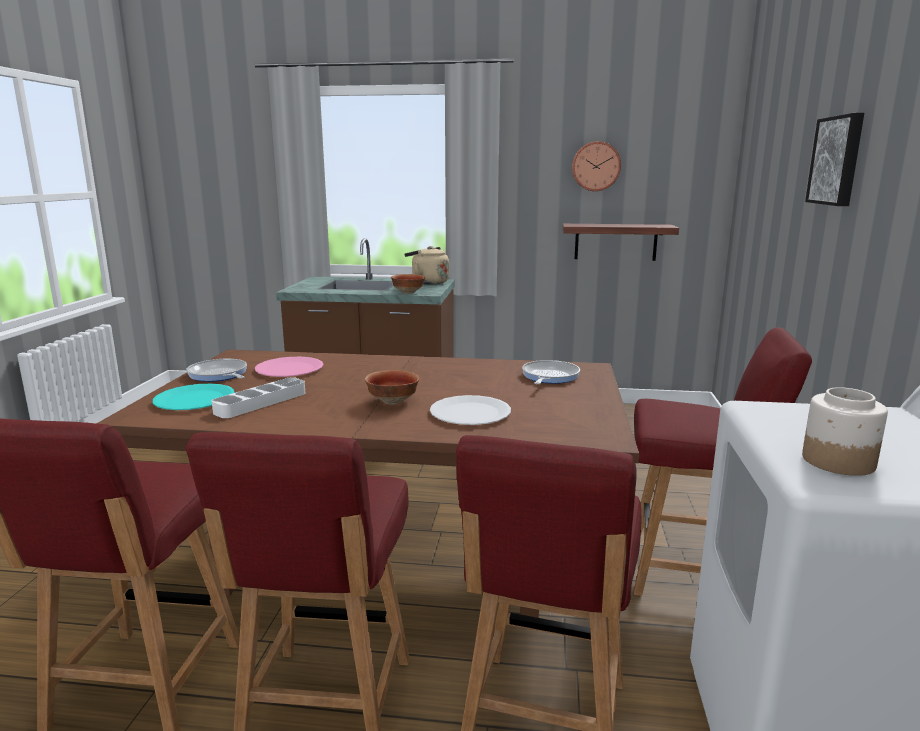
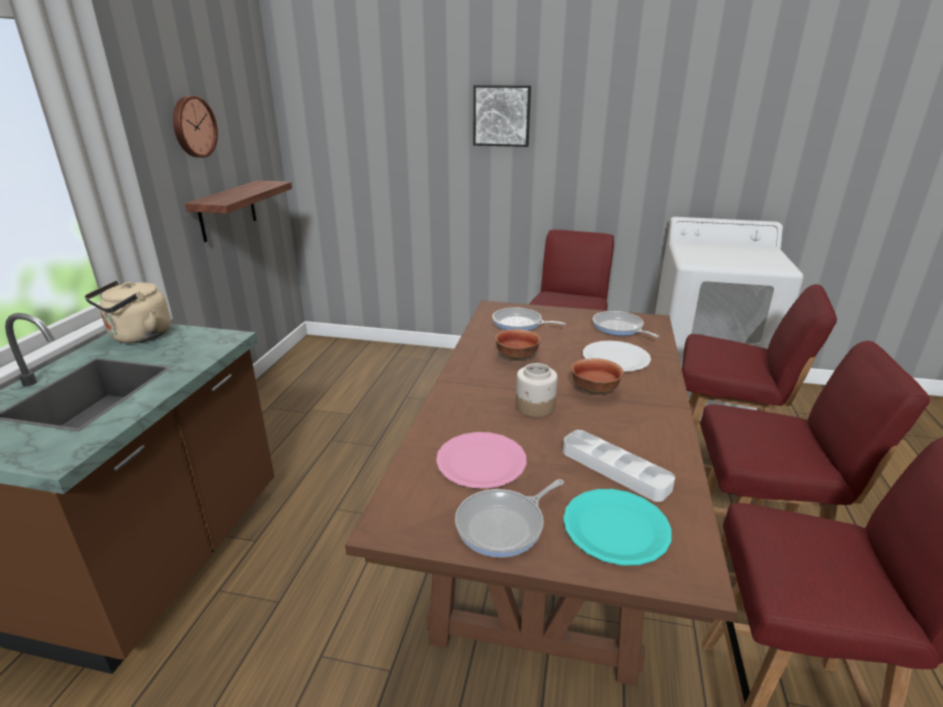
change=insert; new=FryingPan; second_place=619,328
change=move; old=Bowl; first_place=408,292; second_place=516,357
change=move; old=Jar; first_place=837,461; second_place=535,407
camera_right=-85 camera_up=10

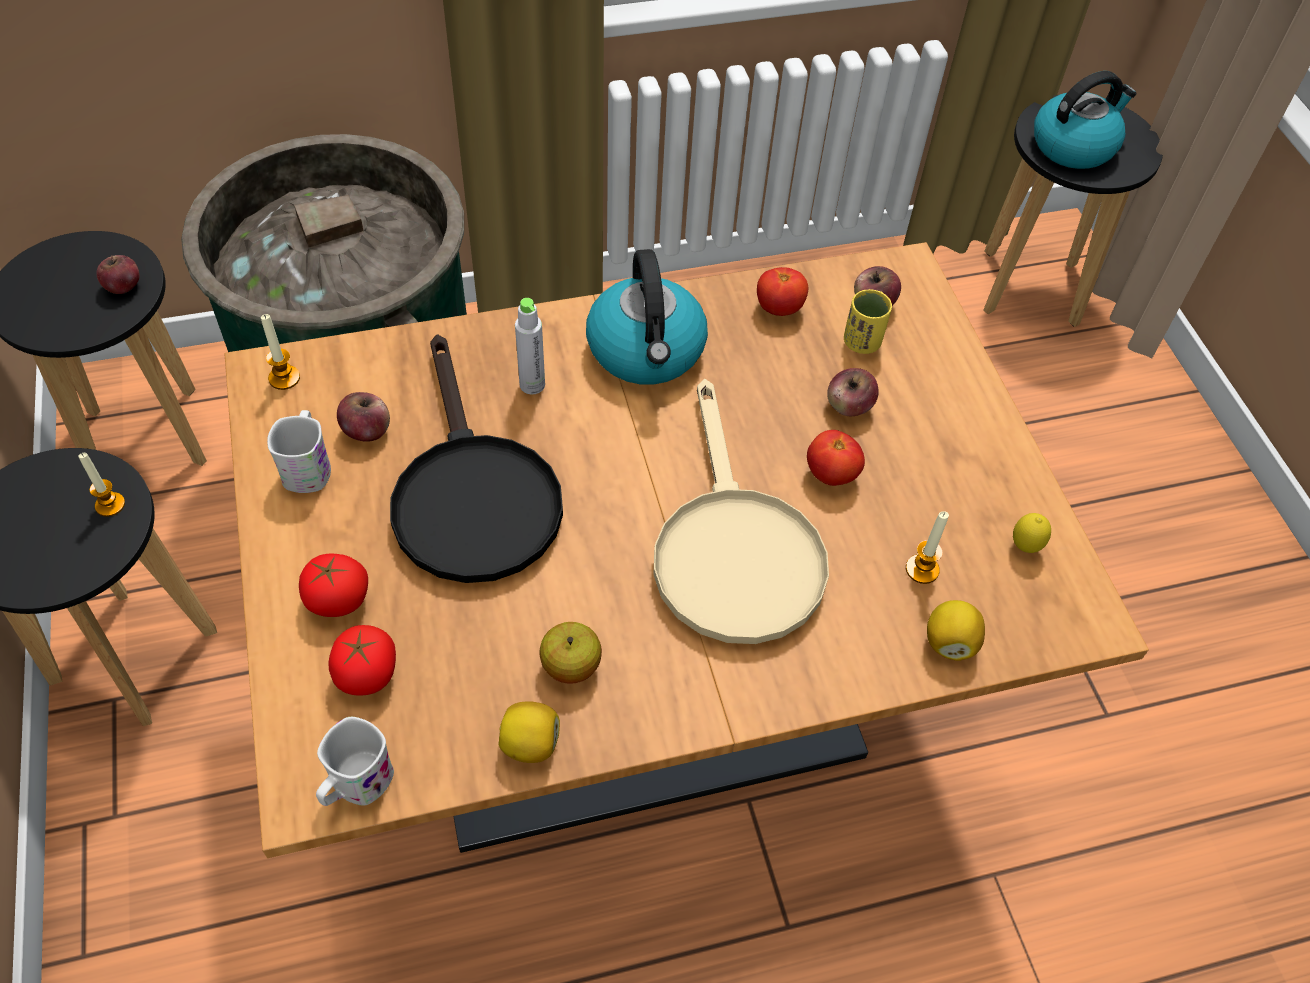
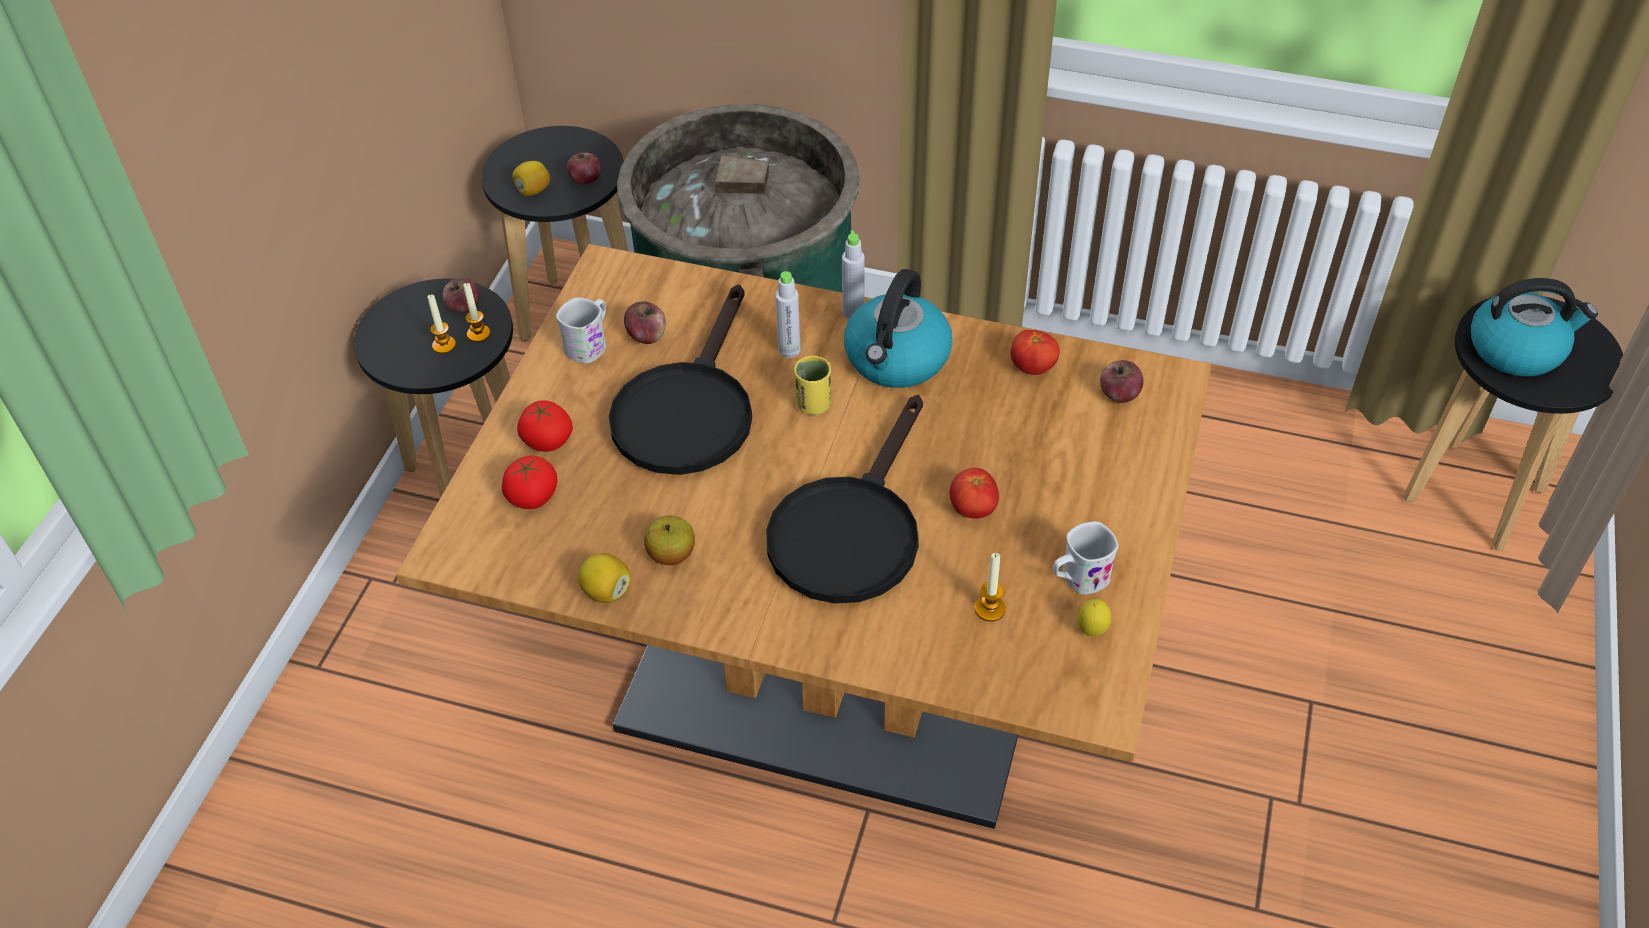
change=insert; new=GreyBottle; second_place=853,312
change=move; old=Candle; first_place=284,378; second_place=444,345
change=move; old=WhiteMug; first_place=355,786; second_place=1078,579
change=move; old=Apple; first_place=849,406; second_place=463,307
change=move; old=YellowCup; first_place=862,342; second_place=813,404
change=move; old=Lemon; first_place=949,642; second_place=533,190
change=recolor; old=BeigeFryingPan; new=BlackFryingPan; first_place=732,549; second_place=850,529
camera_right=35 camera_up=-5

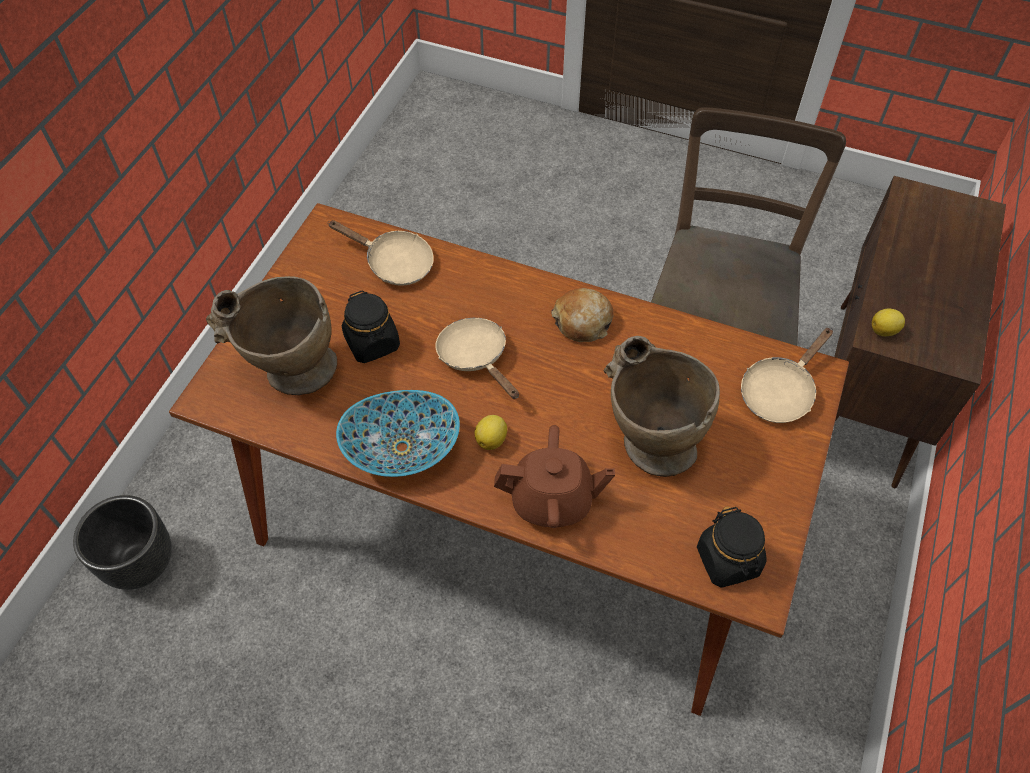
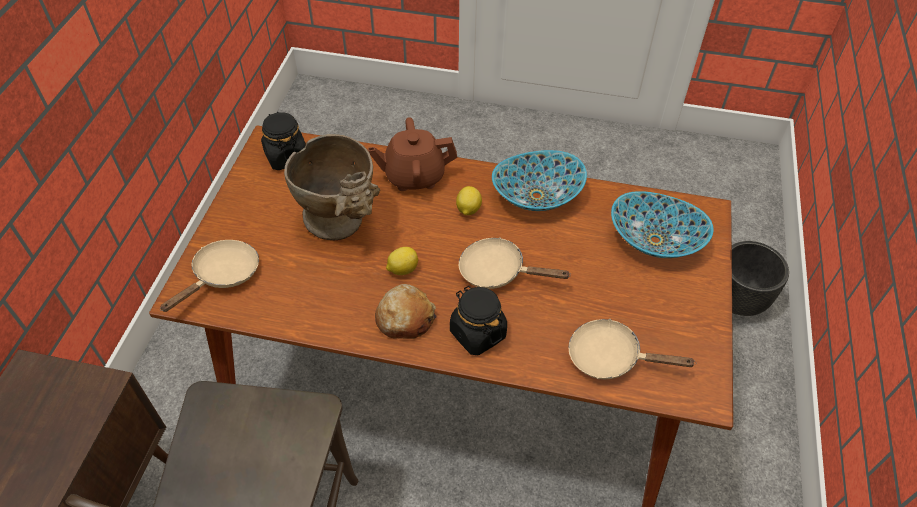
change=move; old=BlackJar; first_place=372,343; second_place=477,333
change=move; old=Lemon; first_place=884,331; second_place=402,269
change=replace; old=BeigeVase; new=Bowl; first_place=288,372; second_place=655,240
change=rotate; old=BeigeFryingPan; first_place=476,357; second_place=498,272; degrees=150
camera_right=170 camera_up=-5

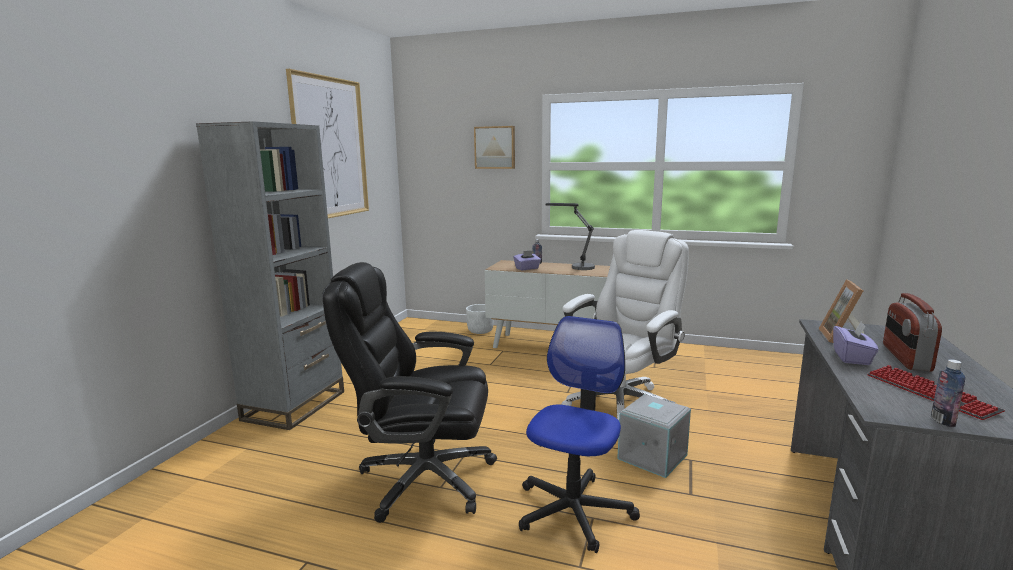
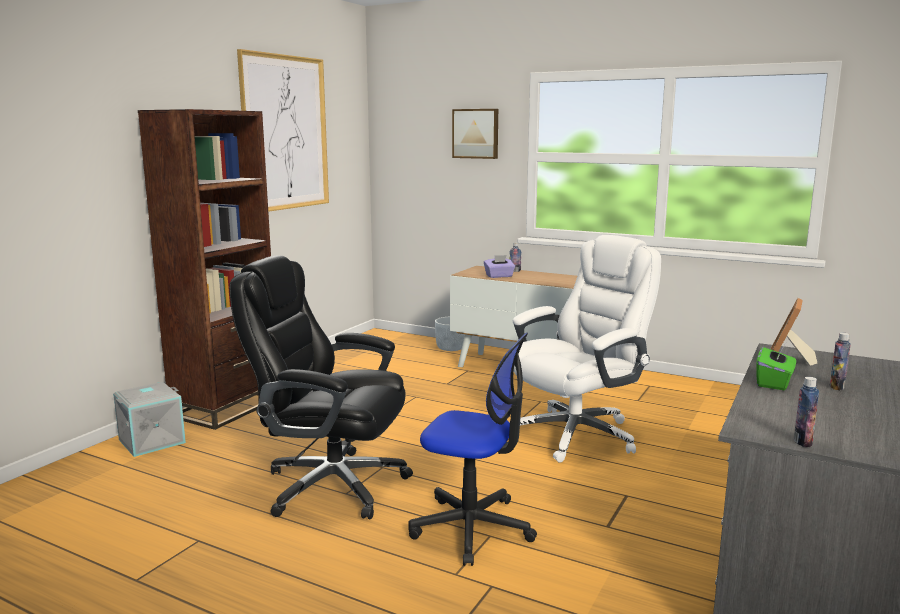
change=delete; old=TableLamp; first_place=576,267
change=delete; old=Keyboard; first_place=929,393
change=move; old=GreyStorageBox; first_place=651,456; second_place=152,440
change=replace; old=Radio; new=Bottle; first_place=905,358; second_place=836,387
change=recolor; old=GreyBookcase; new=BrownBookcase; first_place=295,405; second_place=226,407
change=recolor; old=PurpleTissueBox; new=GreenTissueBox; first_place=852,358; second_place=774,382
change=rotate; old=OfficeChair; first_place=573,511; second_place=472,528; degrees=75
camera_right=10 camera_up=0

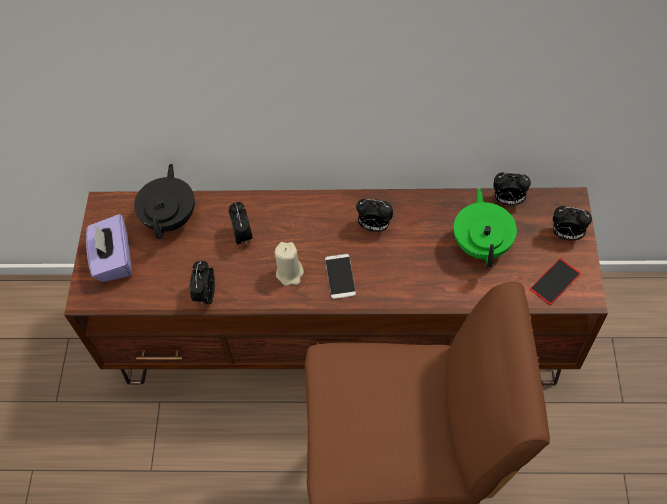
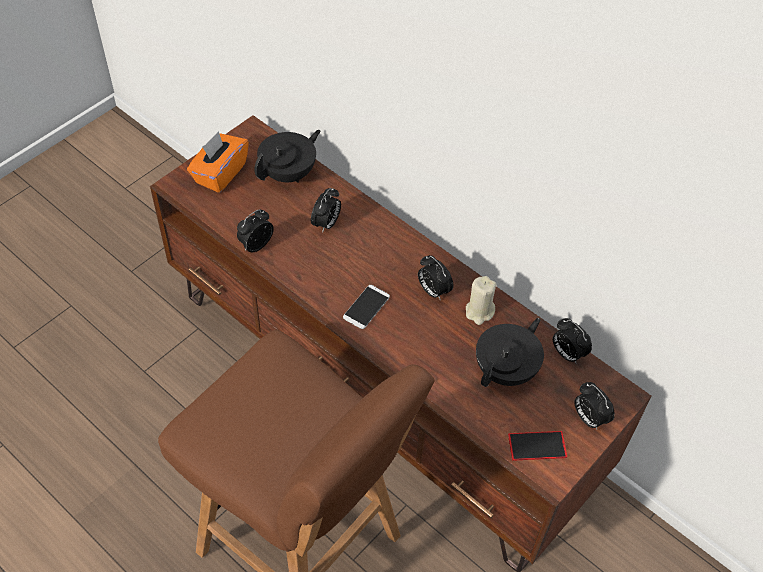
change=move; old=BeigeCandle; first_place=290,273; second_place=479,312
change=recolor; old=PurpleTissueBox; new=OrangeTissueBox; first_place=114,259; second_place=220,173
change=recolor; old=GreenTeapot; new=BlackTeapot; first_place=482,244; second_place=506,370
camera_right=35 camera_up=-5

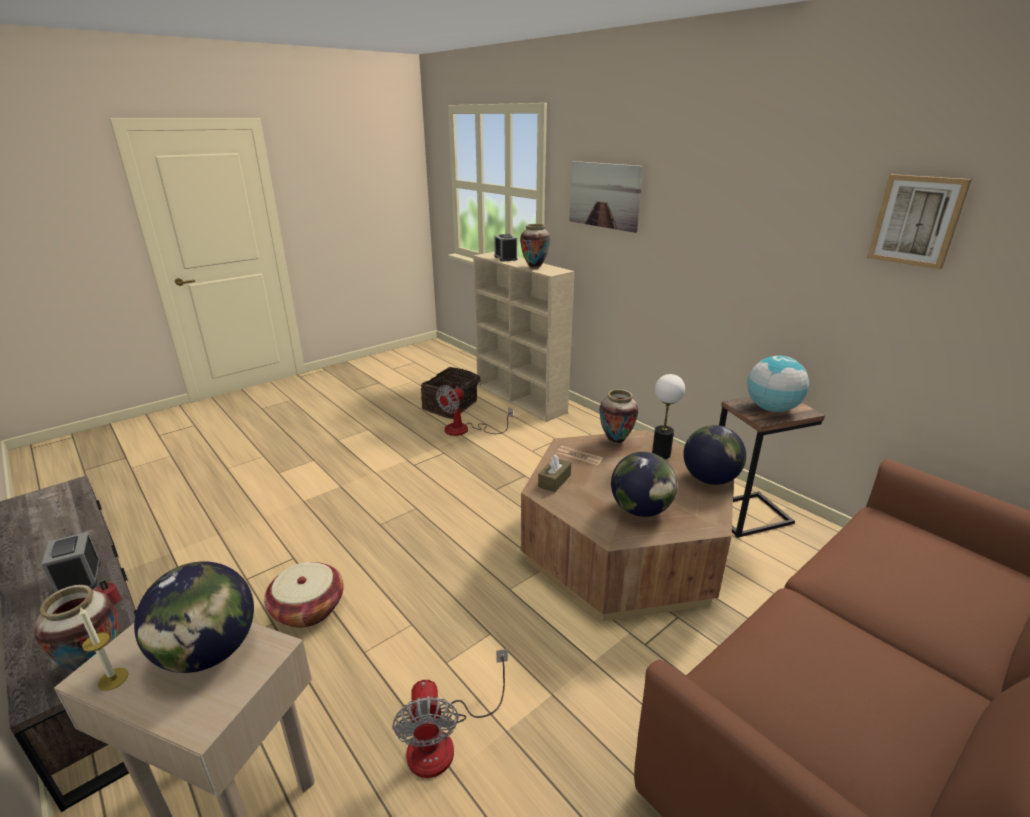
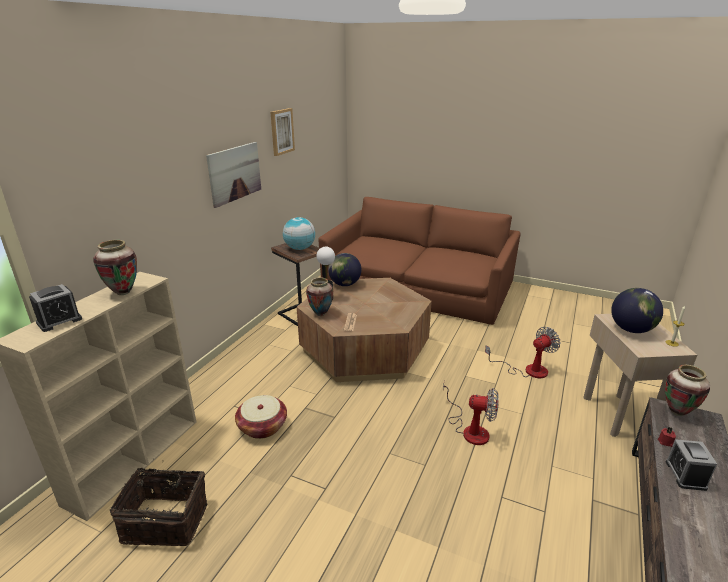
change=delete; old=BrownTissueBox; first_place=554,481
change=delete; old=Globe; first_place=641,510
change=move; old=Basket; first_place=308,609; second_place=262,426
change=move; old=Fan; first_place=465,430; second_place=470,429
change=move; old=Picture; first_place=604,195; second_place=235,173
change=rotate; old=AlarmClock; first_place=79,579; second_place=685,475; degrees=150
camera_right=-115 camera_up=0

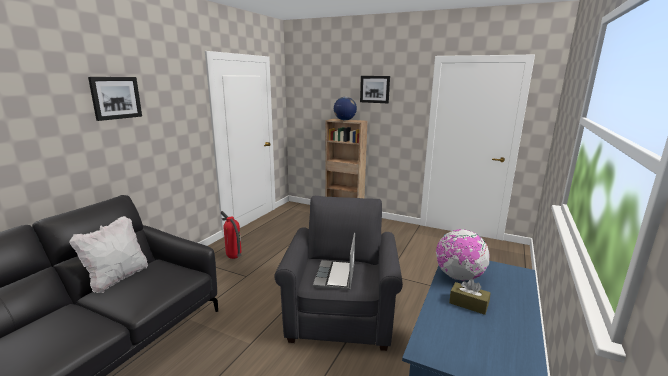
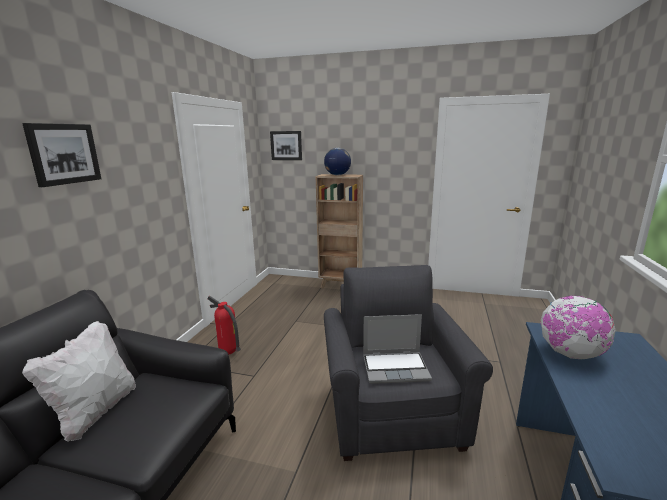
change=delete; old=BrownTissueBox; first_place=468,304
change=move; old=Picture; first_place=375,89; second_place=286,145
change=rotate; old=Laptop; first_place=335,276; second_place=396,368; degrees=-90
camera_right=-10 camera_up=0

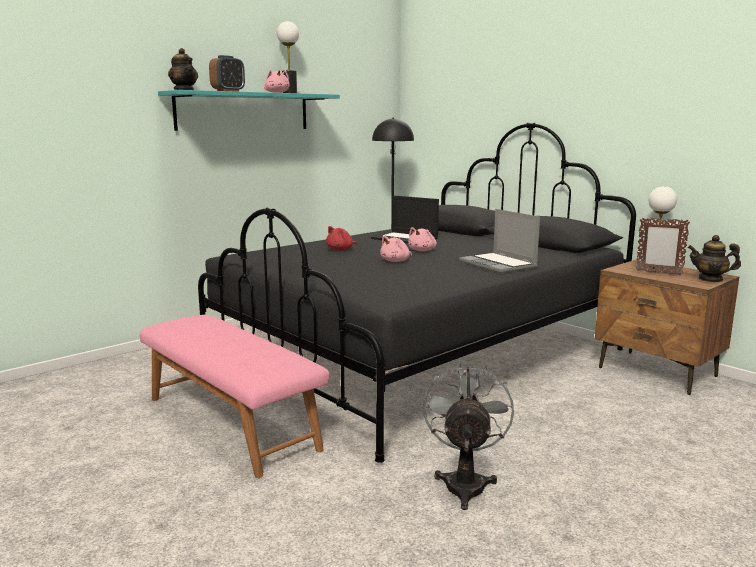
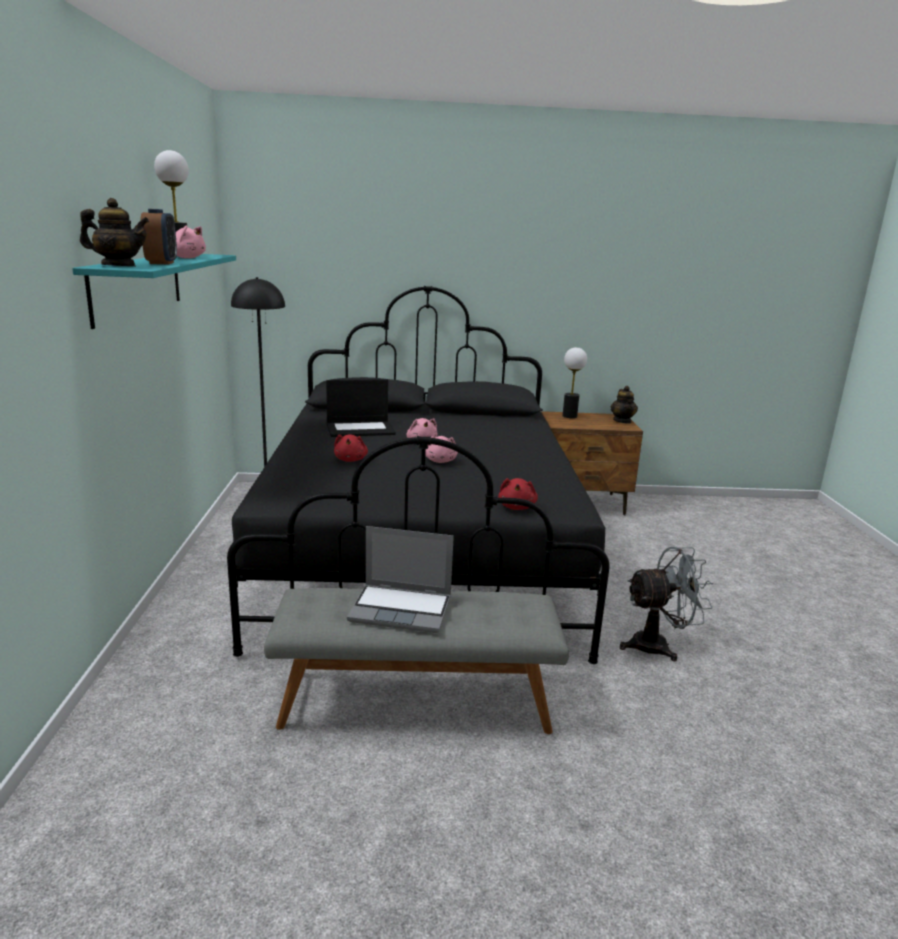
change=delete; old=PictureFrame; first_place=658,273
change=insert; new=RedPlushToy; second_place=517,507
change=move; old=Laptop; first_place=499,265; second_place=402,609
change=recolor; old=PinkBench; new=GreyBench; first_place=232,422; second_place=416,700
change=rotate; old=GreyFan; first_place=465,482; second_place=658,645; degrees=120
change=rotate; old=Teapot; first_place=710,279; second_place=622,421; degrees=-60
camera_right=-50 camera_up=5

